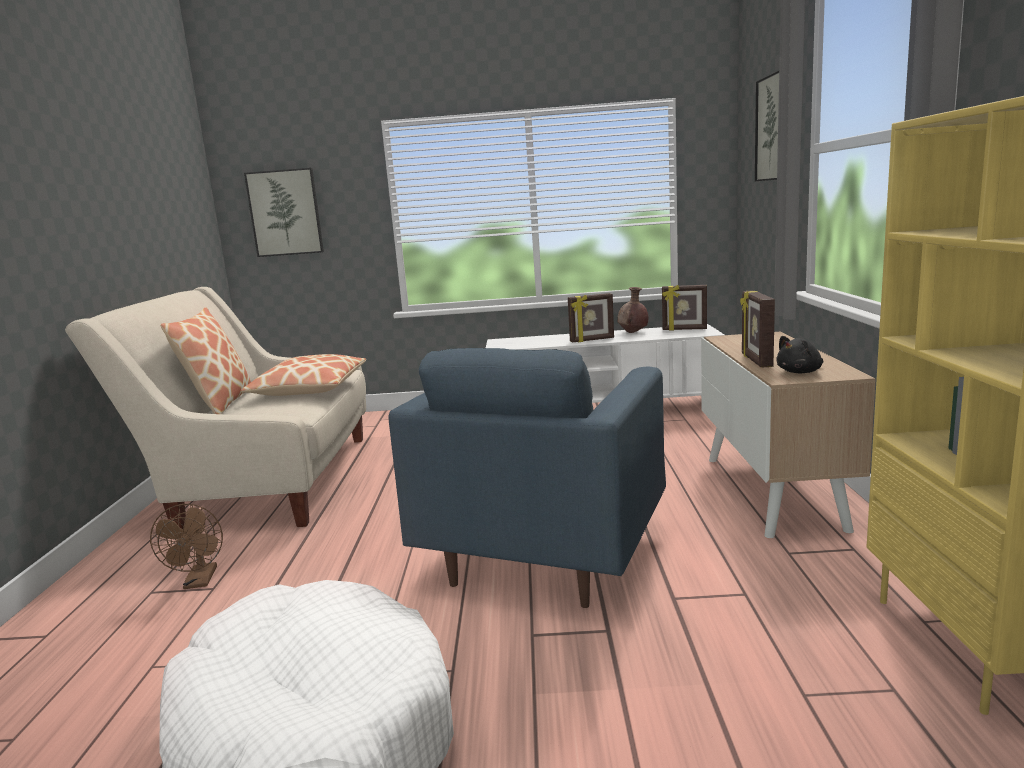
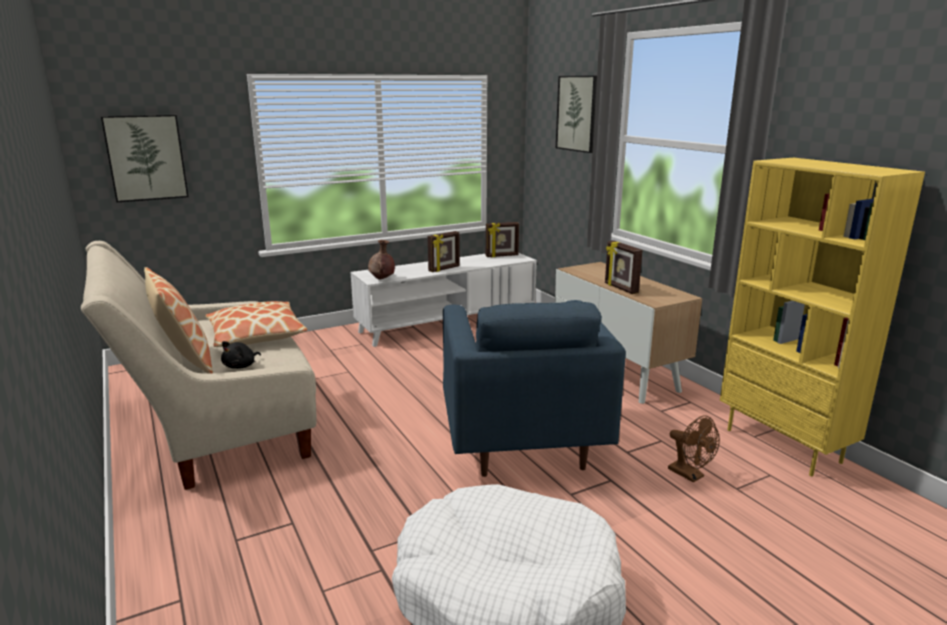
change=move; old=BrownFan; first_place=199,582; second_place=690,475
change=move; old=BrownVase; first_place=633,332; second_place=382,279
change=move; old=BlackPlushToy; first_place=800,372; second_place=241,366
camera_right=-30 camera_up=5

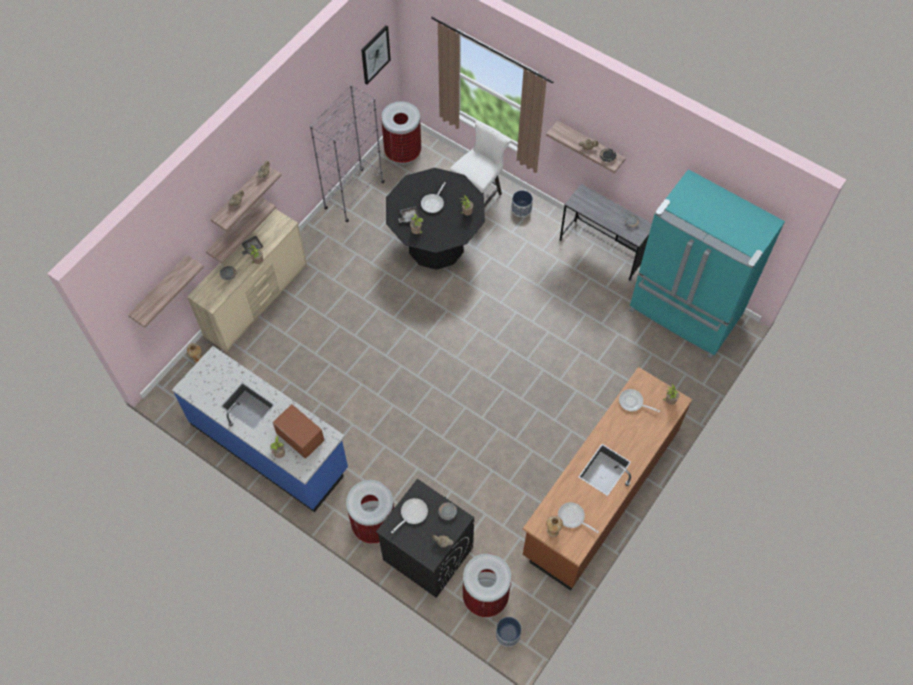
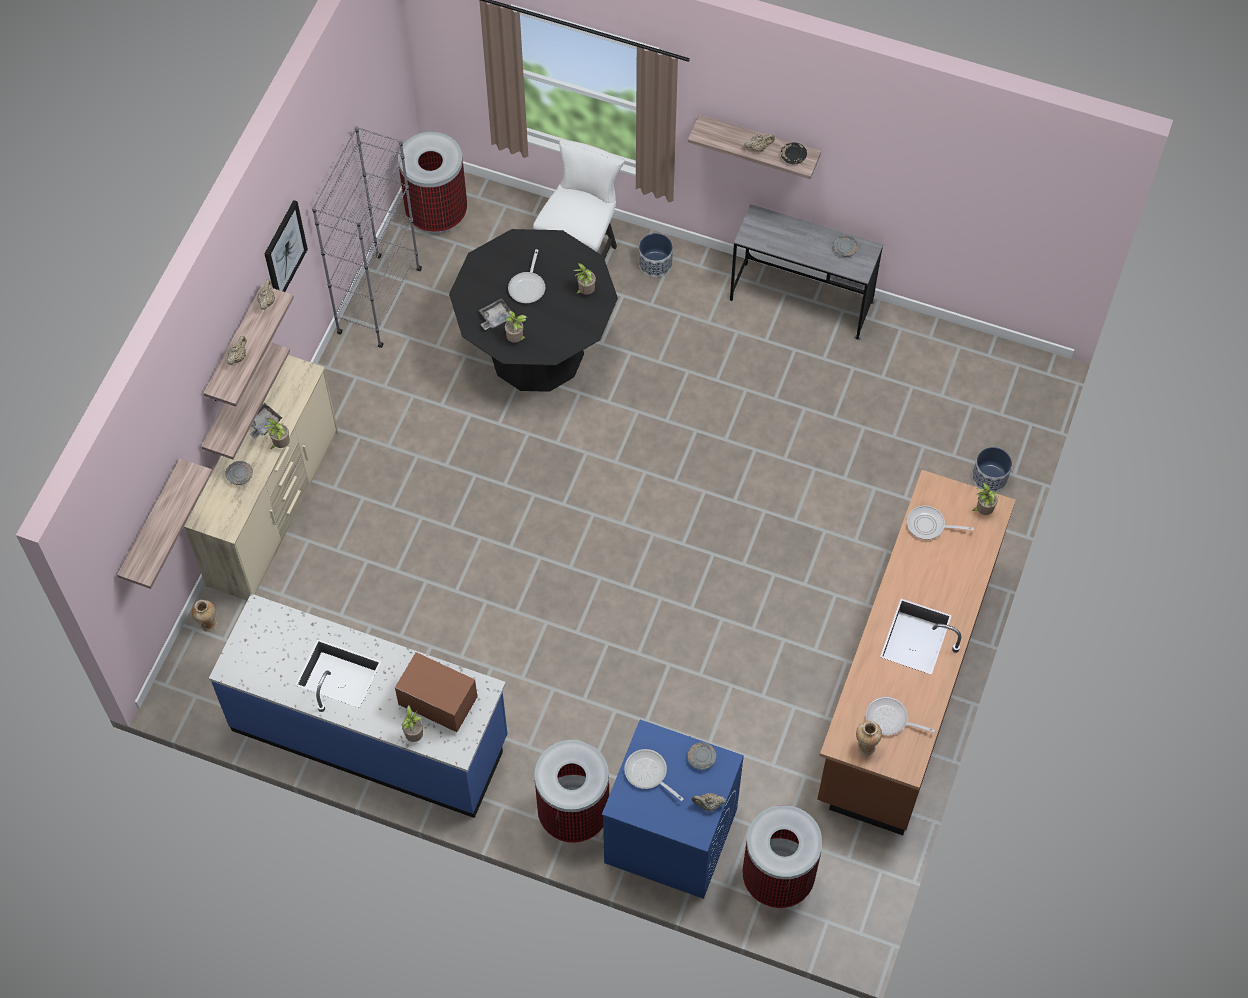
change=delete; old=TurquoiseFridge; first_place=684,314
change=move; old=Picture; first_place=375,54; second_place=284,250
change=move; old=Planter; first_place=507,634; second_place=989,477
change=recolor; old=BlackWashingMachine; new=BlueWashingMachine; first_place=427,553; second_place=670,836
change=rotate; old=FryingPan; first_place=412,514; second_place=648,774; degrees=-75
camera_right=-15 camera_up=0

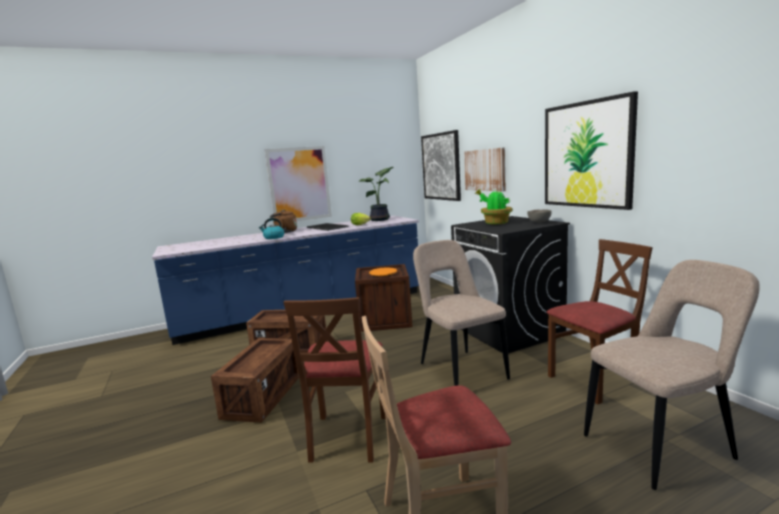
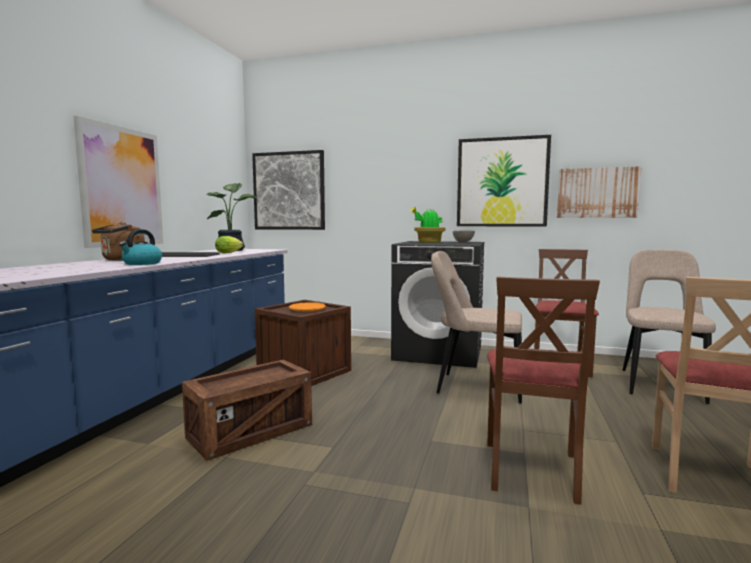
change=delete; old=Crate; first_place=262,396
change=move; old=Picture; first_place=485,170; second_place=597,193
change=rotate; old=BrownChair; first_place=347,436; second_place=531,470; degrees=60
camera_right=-50 camera_up=-5

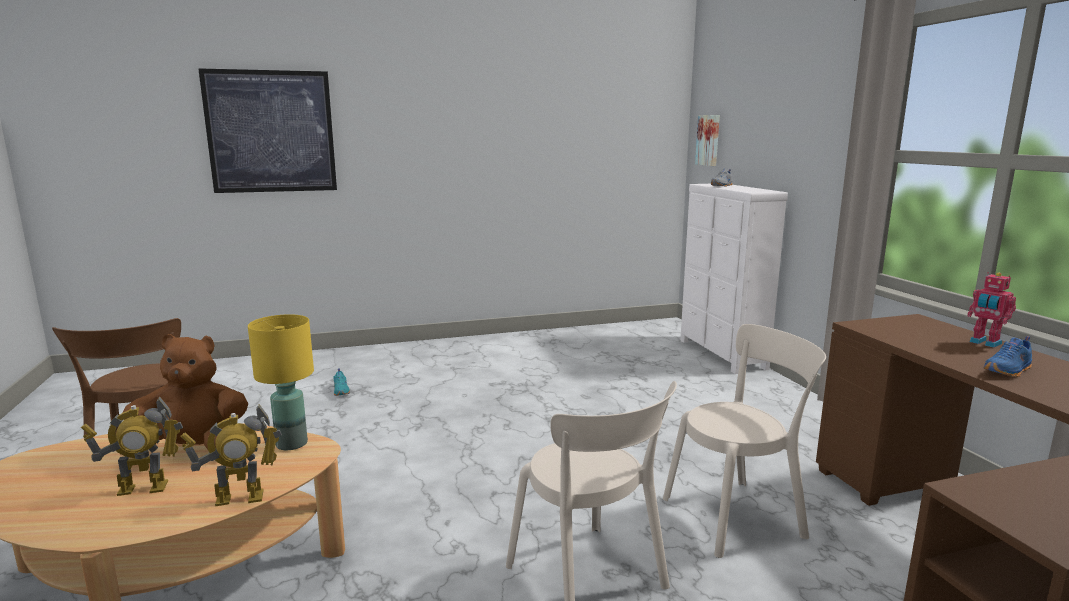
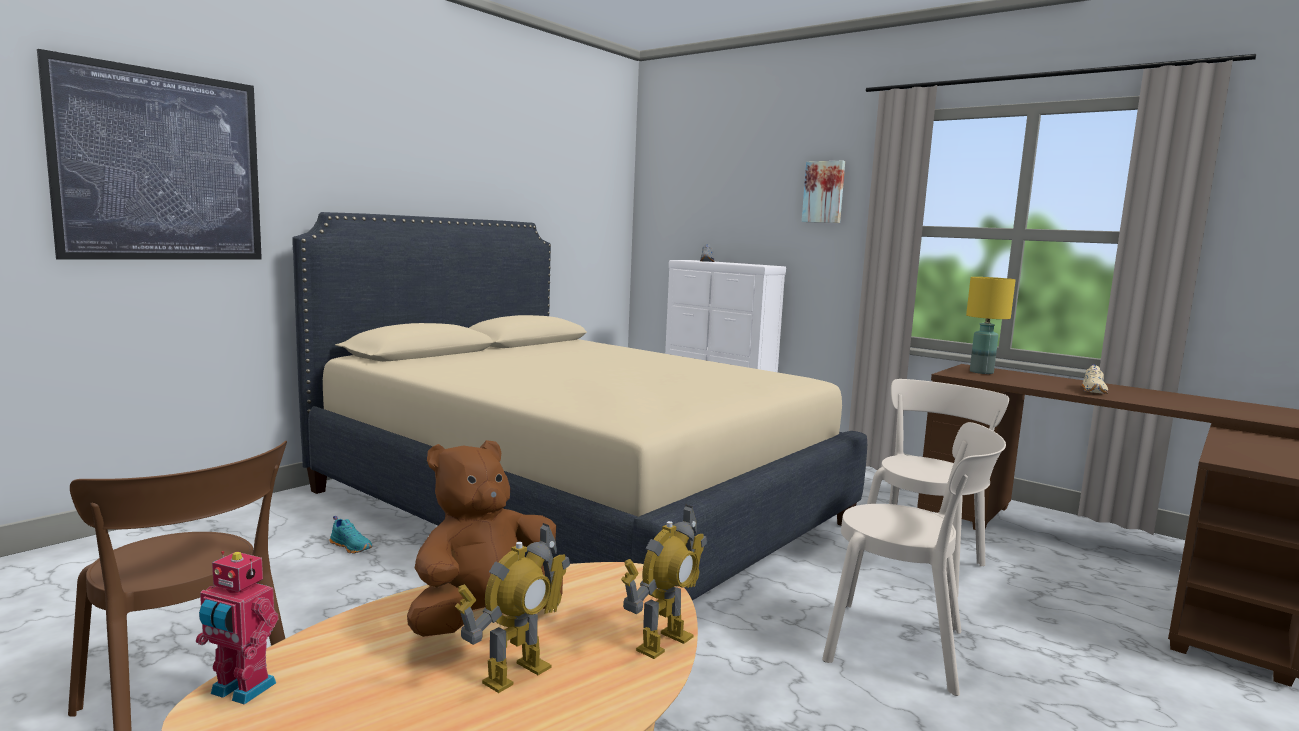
change=insert; new=BeigeBed; second_place=574,507
change=move; old=YellowTableLamp; first_place=291,444; second_place=982,372
change=move; old=Picture; first_place=709,140; second_place=824,192
change=move; old=ToyRobot; first_place=984,343; second_place=240,690
change=recolor; old=BlueShoe; new=BeigeShoe; first_place=1008,371; second_place=1094,391
camera_right=-35 camera_up=-5

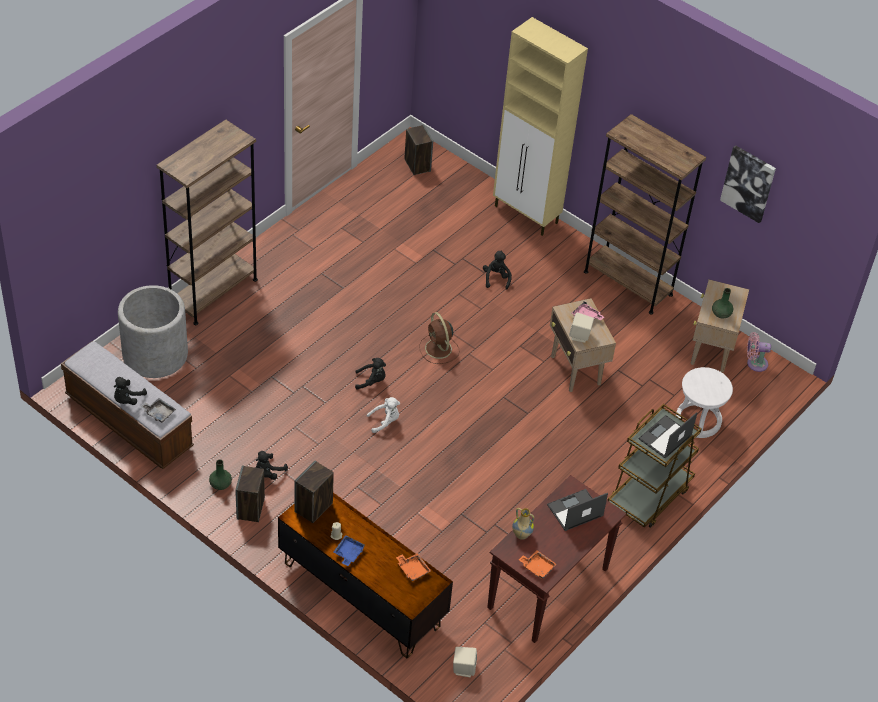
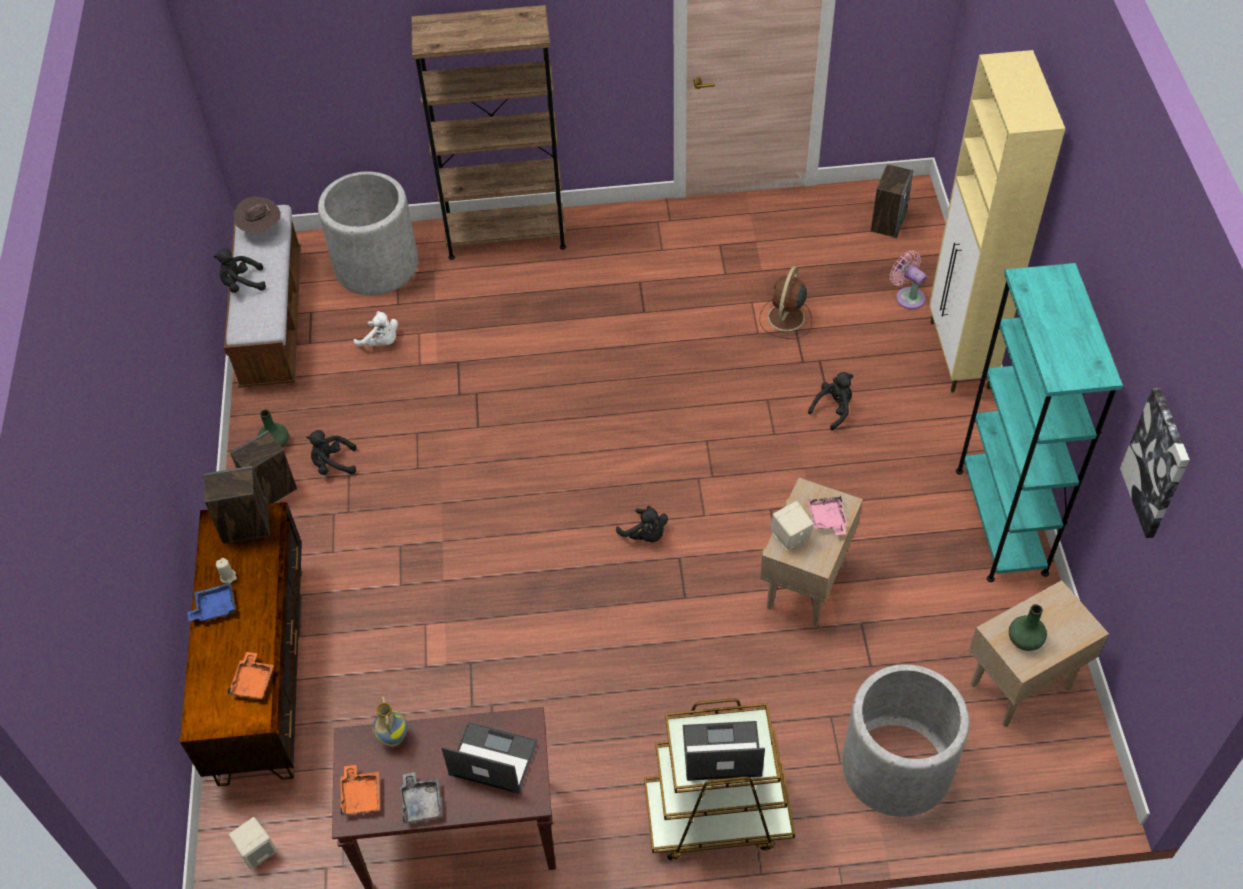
change=insert; new=BrownHat; second_place=261,229
change=move; old=GreyTray; first_place=159,413; second_place=421,802
change=move; old=BlackPlushToy; first_place=371,381; second_place=645,535
change=move; old=WhitePlushToy; first_place=385,421; second_place=381,342
change=move; old=BrownFan; first_place=439,349; second_place=785,318
change=move; old=PinkFan; first_place=755,363; second_place=908,296
change=replace; old=WhiteStool; new=GreyPlanter; first_place=698,420; second_place=896,766
change=recolor; old=BrownBookcase; new=TurquoiseBookcase; first_place=628,283; second_place=1001,521
camera_right=50 camera_up=5

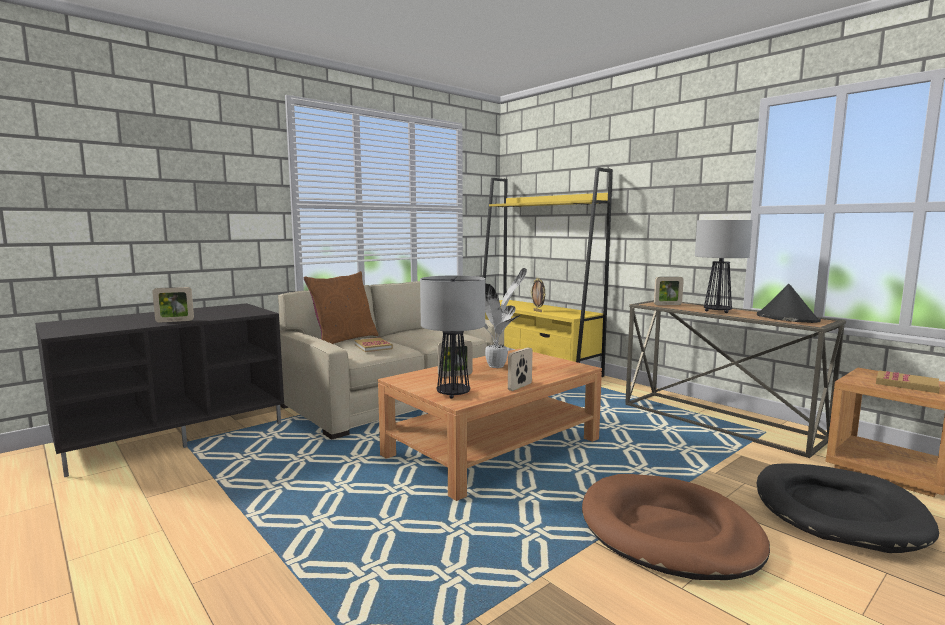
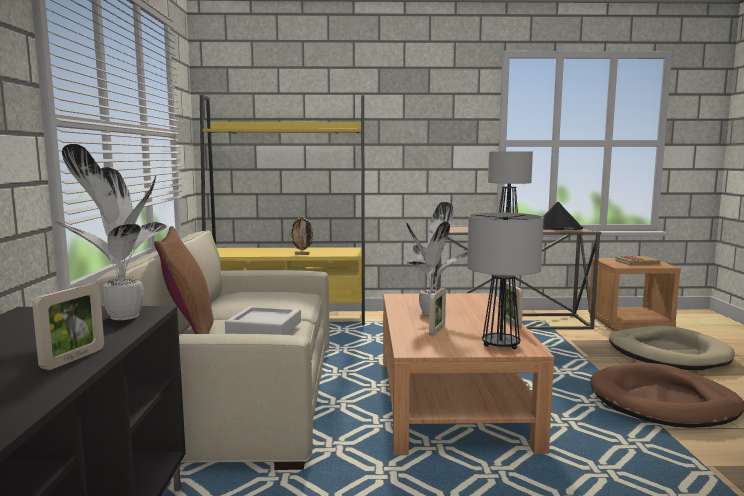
change=delete; old=PictureFrame; first_place=667,304
change=insert; new=PottedPlant; second_place=122,317
change=replace; old=Book; new=GreyTray; first_place=373,346; second_place=264,328
change=recolor; old=BlackDogBed; new=BeigeDogBed; first_place=837,511; second_place=668,353
camera_right=-50 camera_up=0

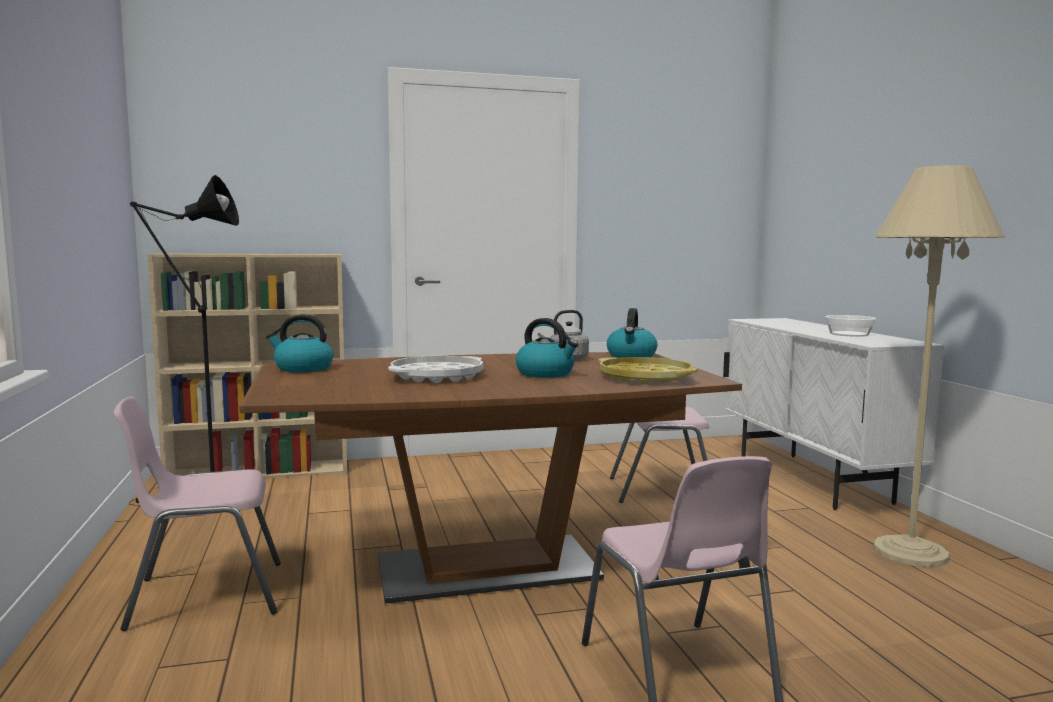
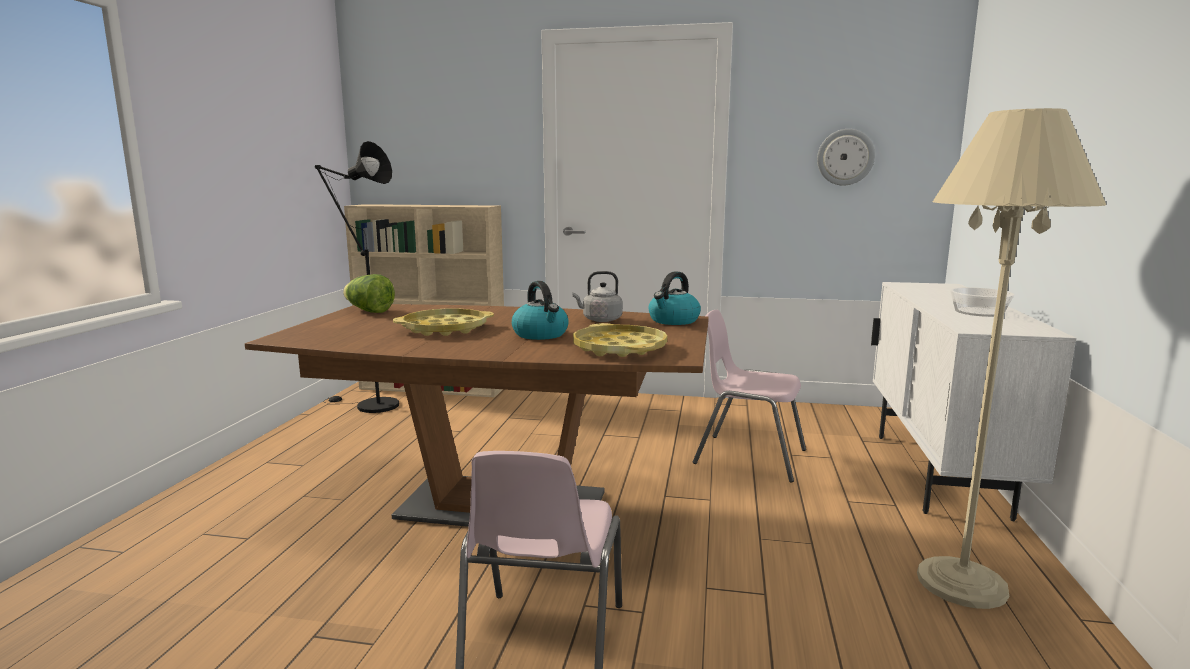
change=delete; old=PinkChair; first_place=205,595
change=insert; new=WallClock; second_place=845,157
change=replace; old=Kettle; new=Lettuce; first_place=302,368; second_place=369,311
change=recolor; old=WhiteTray; new=YellowTray; first_place=437,376; second_place=445,329
camera_right=25 camera_up=5

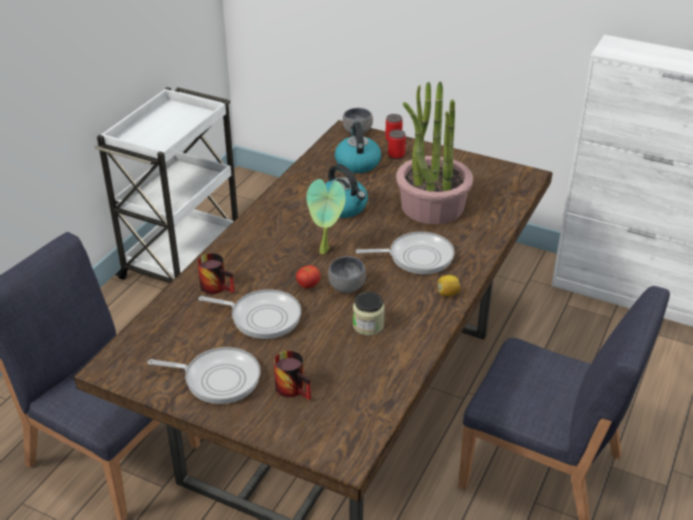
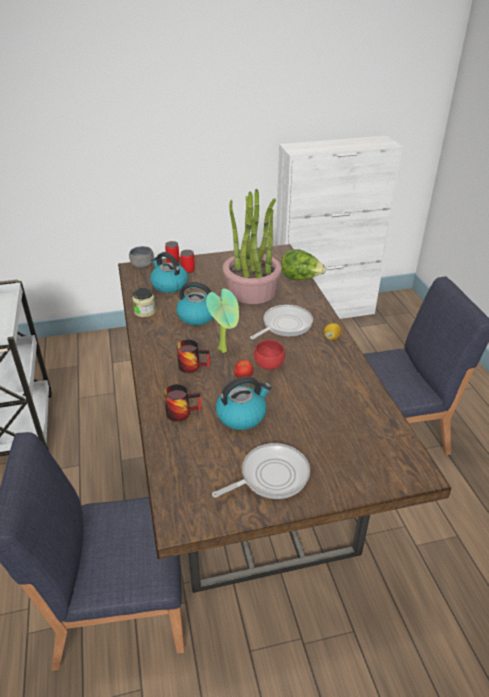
change=insert; new=Lettuce; second_place=300,278
change=move; old=Mug; first_place=295,388; second_place=193,365
change=move; old=Jar; first_place=368,325; second_place=145,311
change=replace; old=FryingPan; new=Kettle; first_place=262,317; second_place=242,415
change=recolor; old=GreyBowl; new=RedBowl; first_place=347,288; second_place=270,365
camera_right=-40 camera_up=0

